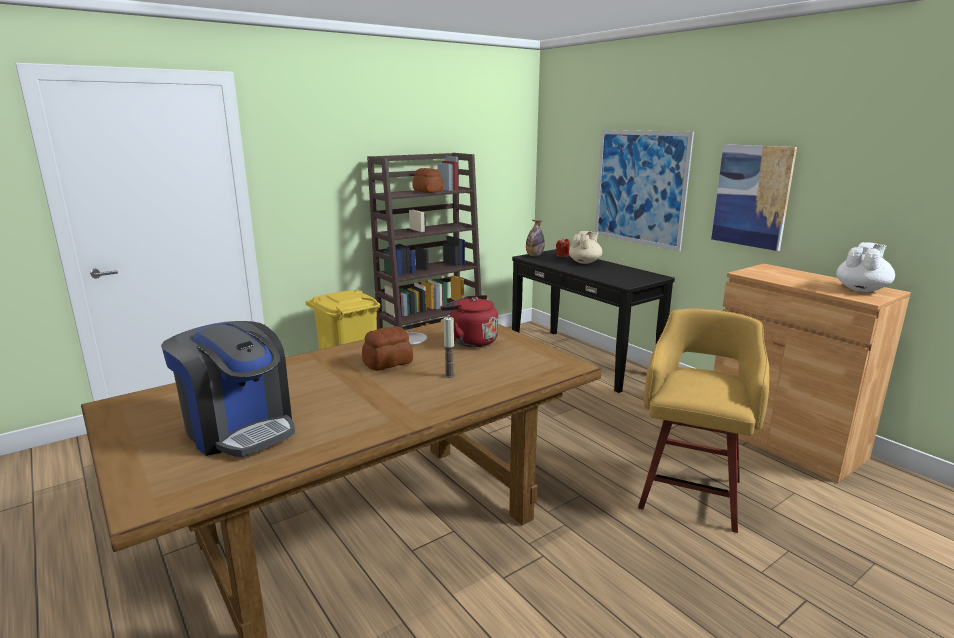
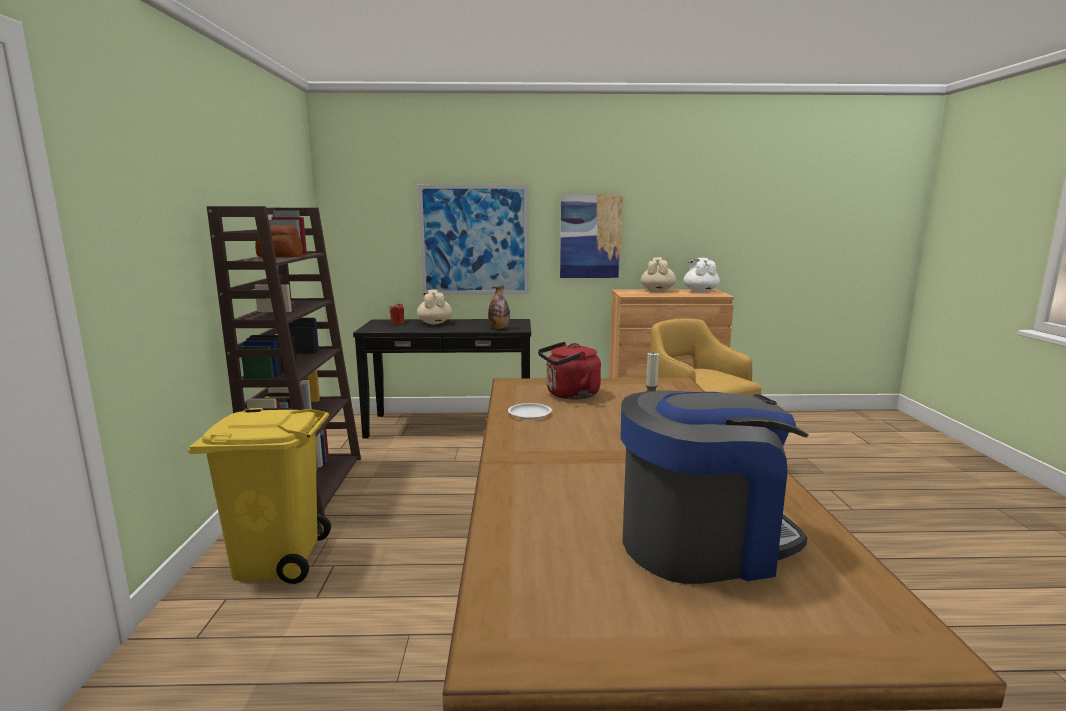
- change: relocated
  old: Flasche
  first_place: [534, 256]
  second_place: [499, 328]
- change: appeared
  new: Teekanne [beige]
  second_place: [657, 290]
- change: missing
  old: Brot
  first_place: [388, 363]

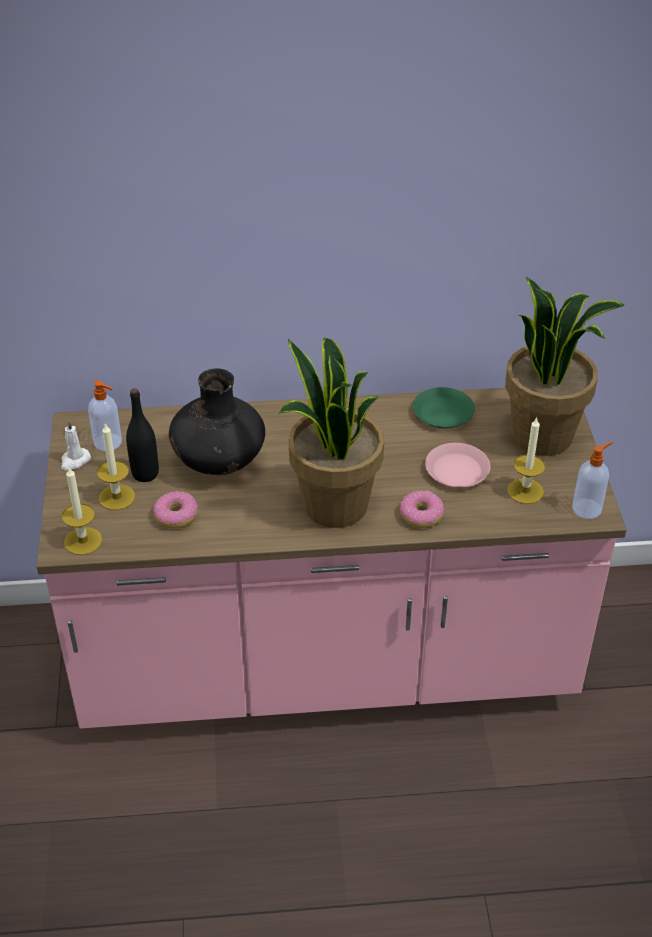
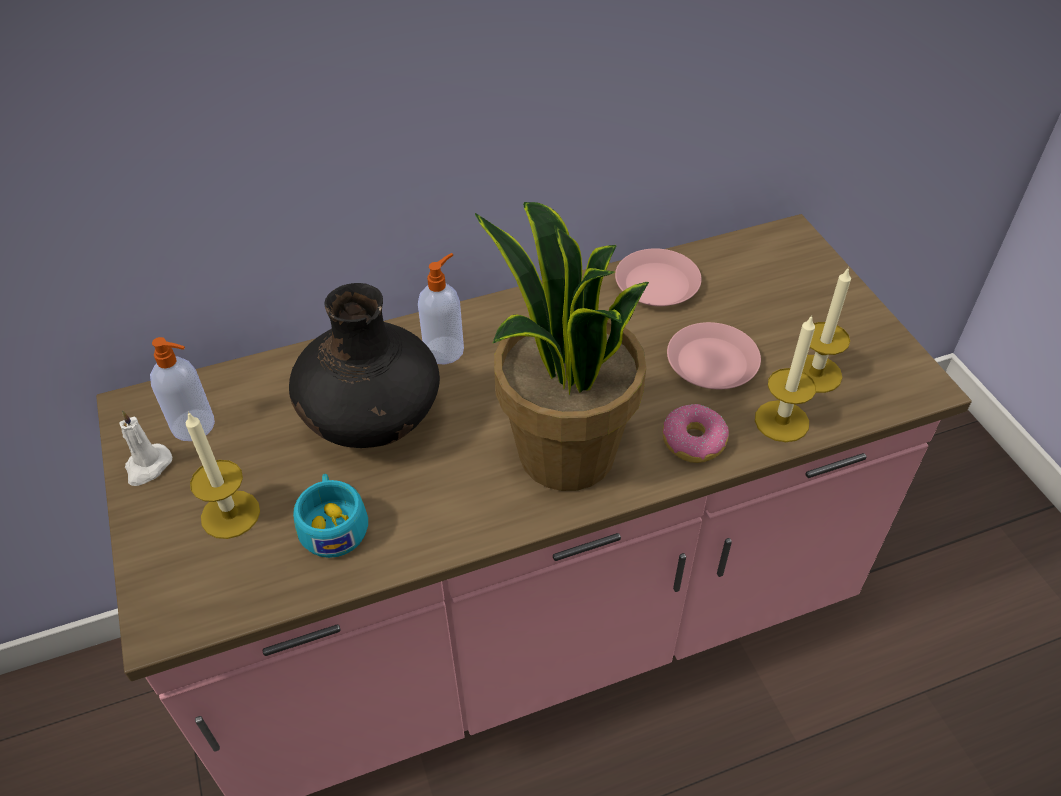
- change: exchanged
  old: Donut
  new: Tasse [türkis]
  first_place: [176, 515]
  second_place: [333, 524]
- change: relocated
  old: Seifenspender
  first_place: [587, 508]
  second_place: [445, 349]
- change: colour
  old: Teller [grün]
  new: Teller [rosa]
  first_place: [443, 413]
  second_place: [657, 285]
- change: relocated
  old: Kerze
  first_place: [83, 541]
  second_place: [781, 421]
- change: missing
  old: Flasche [schwarz]
  first_place: [145, 474]
- change: missing
  old: Topfpflanze
  first_place: [543, 435]

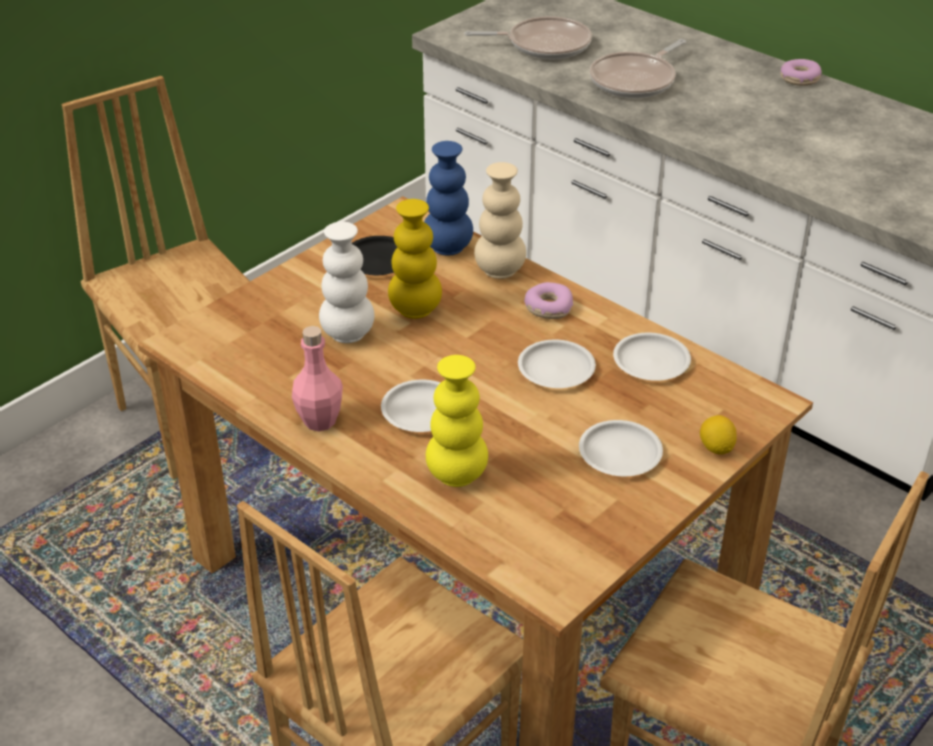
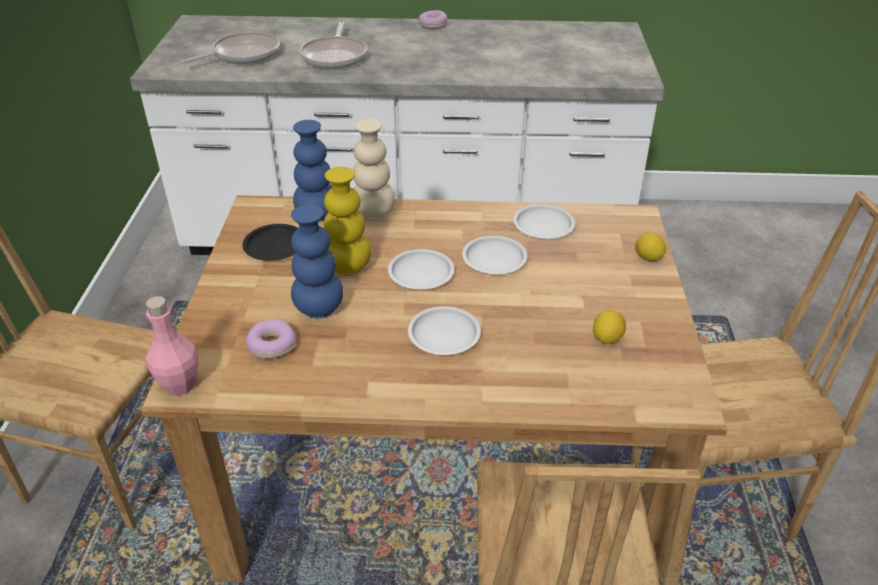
- change: relocated
  old: Flasche [rosa]
  first_place: [320, 421]
  second_place: [179, 385]
- change: relocated
  old: Donut
  first_place: [548, 307]
  second_place: [271, 346]
- change: colour
  old: Vase [weiß]
  new: Vase [blau]
  first_place: [348, 334]
  second_place: [319, 309]
- change: relocated
  old: Teller [weiß]
  first_place: [620, 453]
  second_place: [420, 273]
- change: appeared
  new: Zitrone
  second_place: [607, 338]
- change: missing
  old: Vase [gelb]
  first_place: [457, 475]

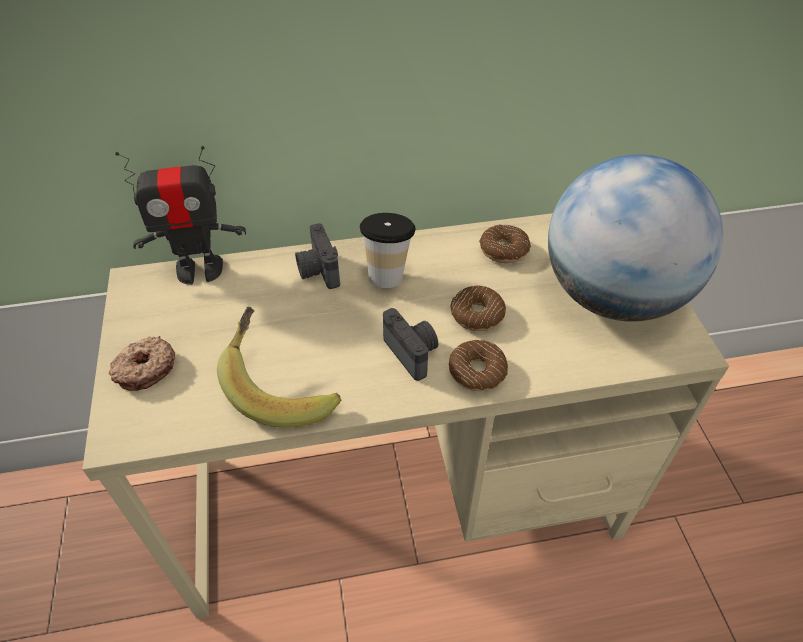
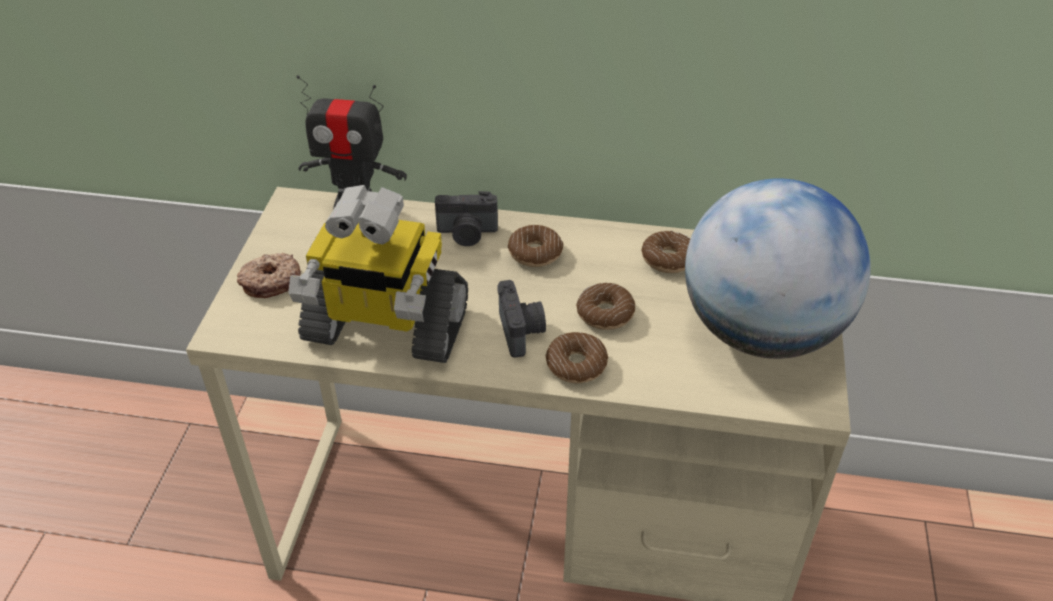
- change: exchanged
  old: Banane
  new: Spielzeugroboter
  first_place: [282, 385]
  second_place: [384, 327]
- change: spun
  old: Kamera
  first_place: [317, 271]
  second_place: [467, 234]
  degrees: -90
- change: exchanged
  old: Tasse
  new: Donut
  first_place: [388, 273]
  second_place: [535, 253]

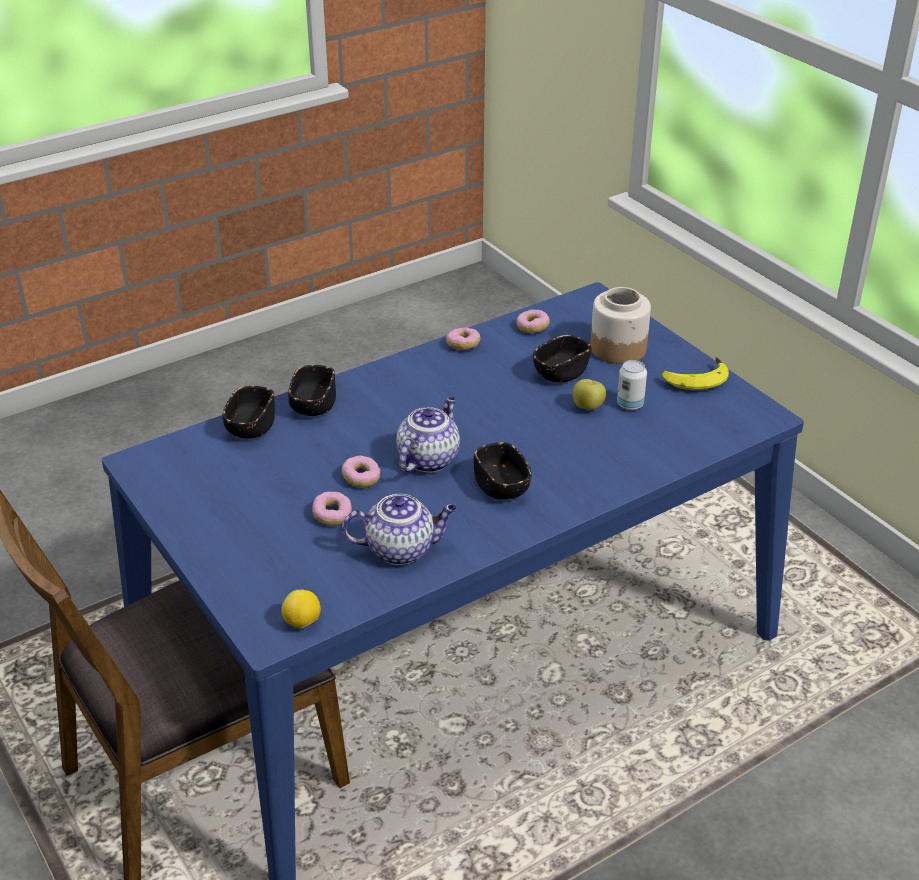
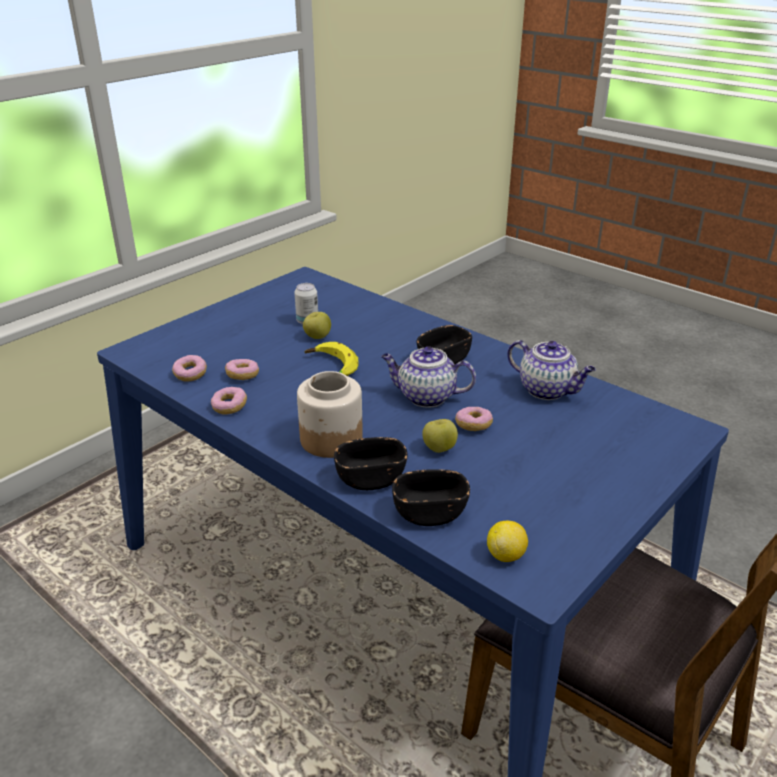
- change: relocated
  old: Donut
  first_place: [332, 516]
  second_place: [242, 376]
- change: relocated
  old: Vorratsglas
  first_place: [618, 348]
  second_place: [330, 439]
- change: relocated
  old: Banane
  first_place: [694, 379]
  second_place: [331, 367]
- change: appeared
  new: Apfel
  second_place: [439, 449]
- change: relocated
  old: Zitrone
  first_place: [302, 623]
  second_place: [506, 555]
- change: spun
  old: Teekanne
  first_place: [401, 549]
  second_place: [548, 390]
  degrees: 150
- change: missing
  old: Schüssel [schwarz]
  first_place: [560, 373]

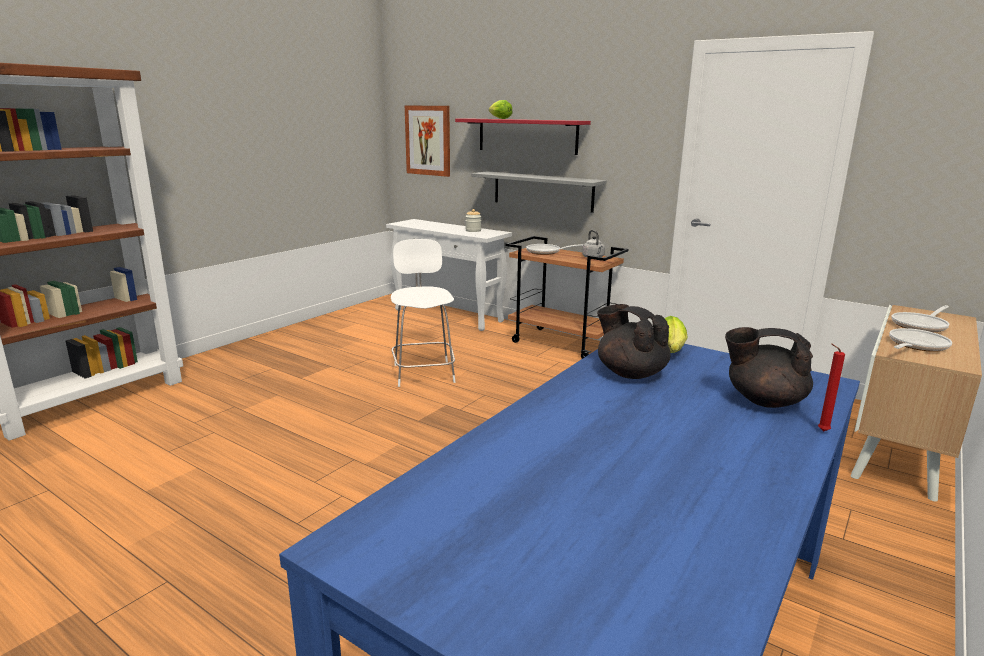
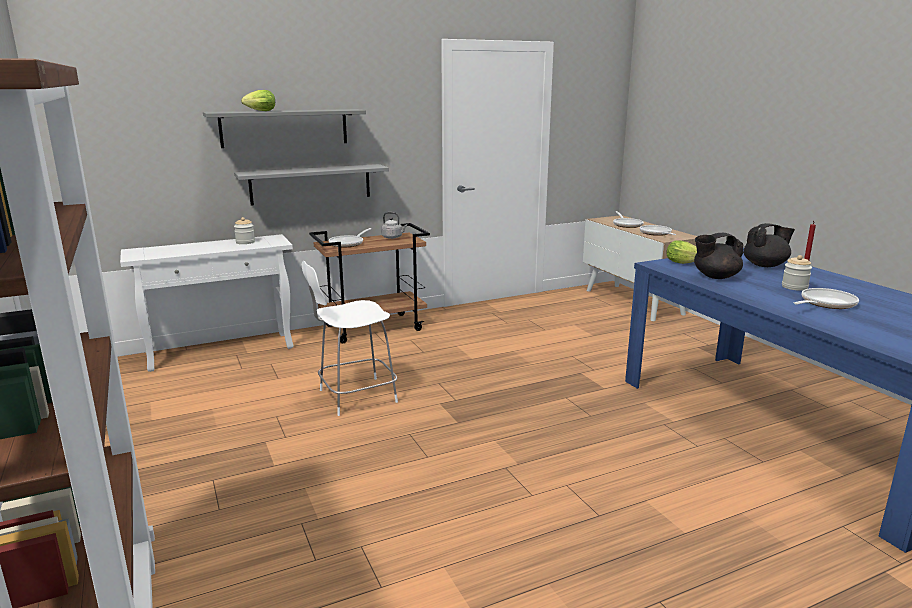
- change: colour
  old: Wandregal [rot]
  new: Wandregal [grau]
  first_place: [527, 136]
  second_place: [284, 128]
- change: spun
  old: Stuhl [weiß]
  first_place: [423, 372]
  second_place: [354, 397]
  degrees: -45
- change: spun
  old: Teekanne [schwarz]
  first_place: [763, 401]
  second_place: [765, 265]
  degrees: -150
- change: appeared
  new: Vorratsglas
  second_place: [794, 287]
- change: appeared
  new: Pfanne
  second_place: [825, 304]
- change: missing
  old: Bild
  first_place: [428, 140]

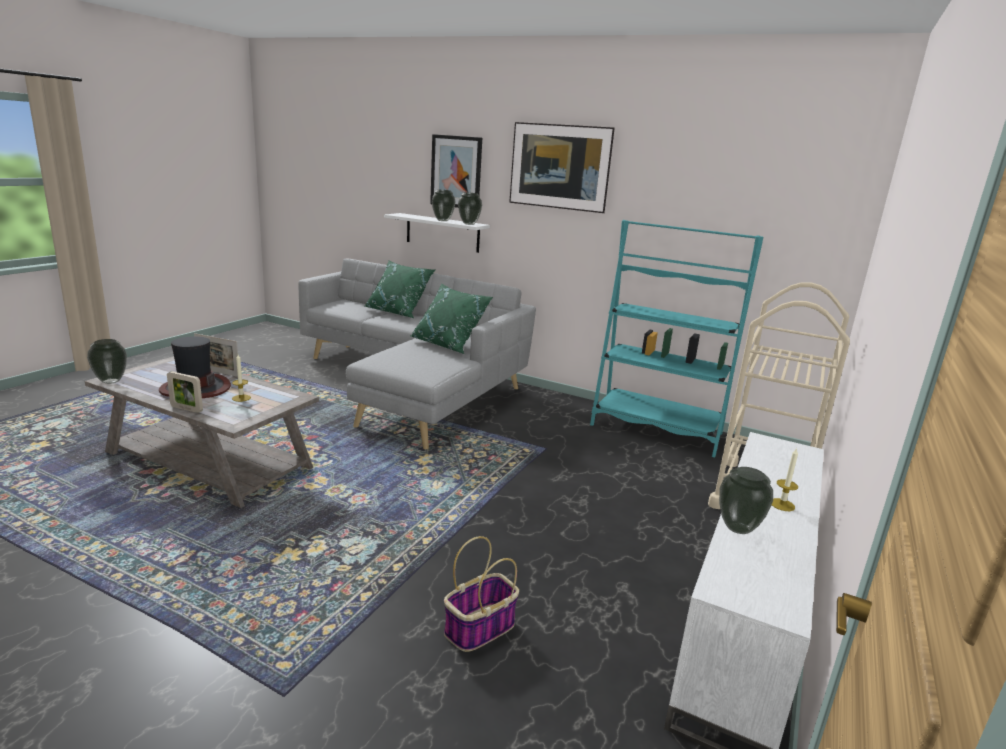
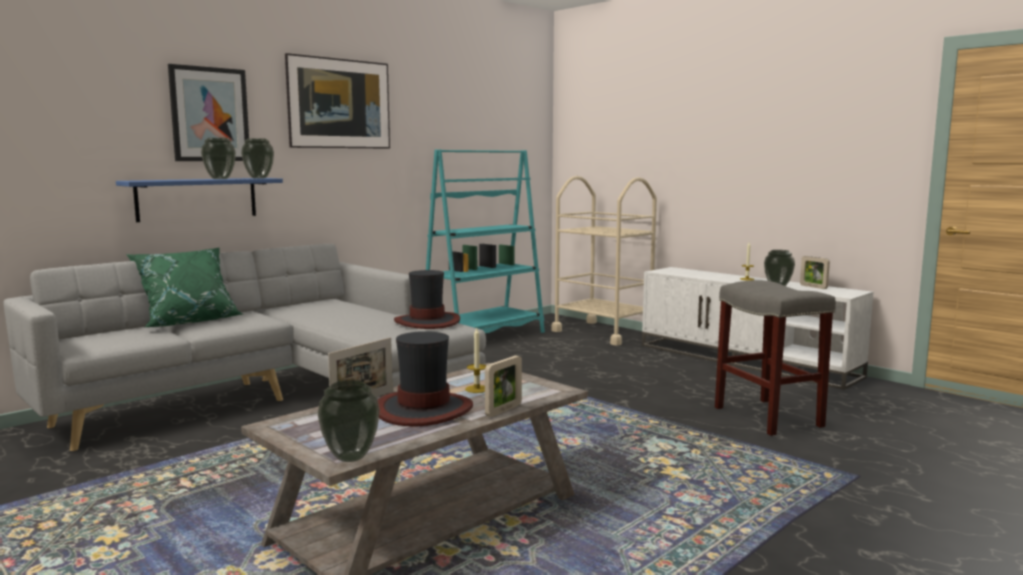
- change: colour
  old: Wandregal [weiß]
  new: Wandregal [blau]
  first_place: [442, 233]
  second_place: [197, 199]
- change: appeared
  new: Hut
  second_place: [427, 322]
- change: exchanged
  old: Korb
  new: Hocker [grau]
  first_place: [479, 629]
  second_place: [769, 417]
- change: appeared
  new: Bilderrahmen
  second_place: [813, 287]
- change: missing
  old: Kissen [grün]
  first_place: [449, 345]

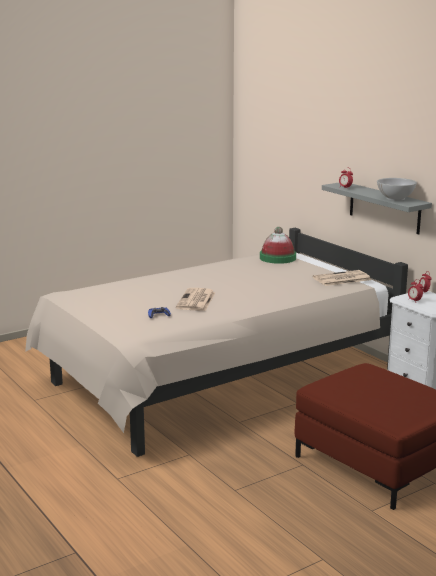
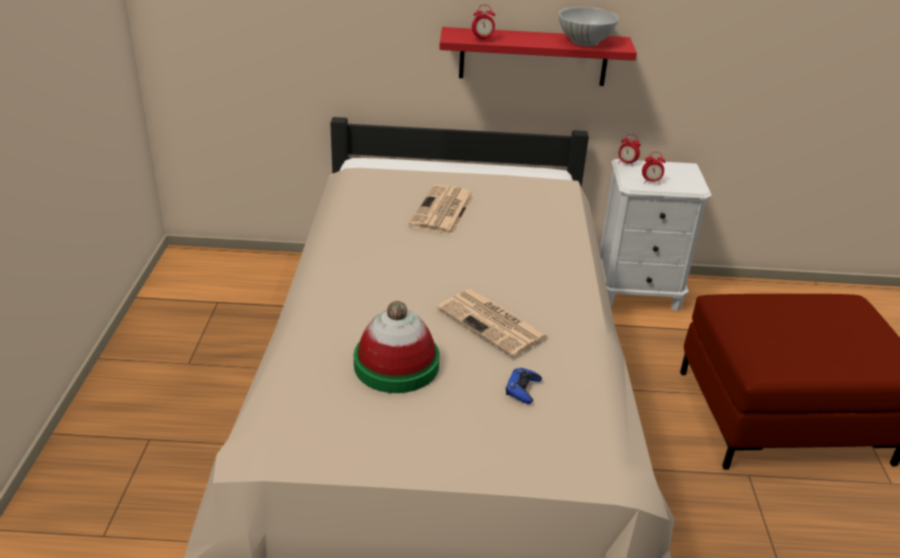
- change: relocated
  old: Hut
  first_place: [277, 258]
  second_place: [396, 364]
- change: relocated
  old: Zeitung
  first_place: [341, 279]
  second_place: [443, 211]
- change: colour
  old: Wandregal [grau]
  new: Wandregal [rot]
  first_place: [384, 208]
  second_place: [533, 57]

